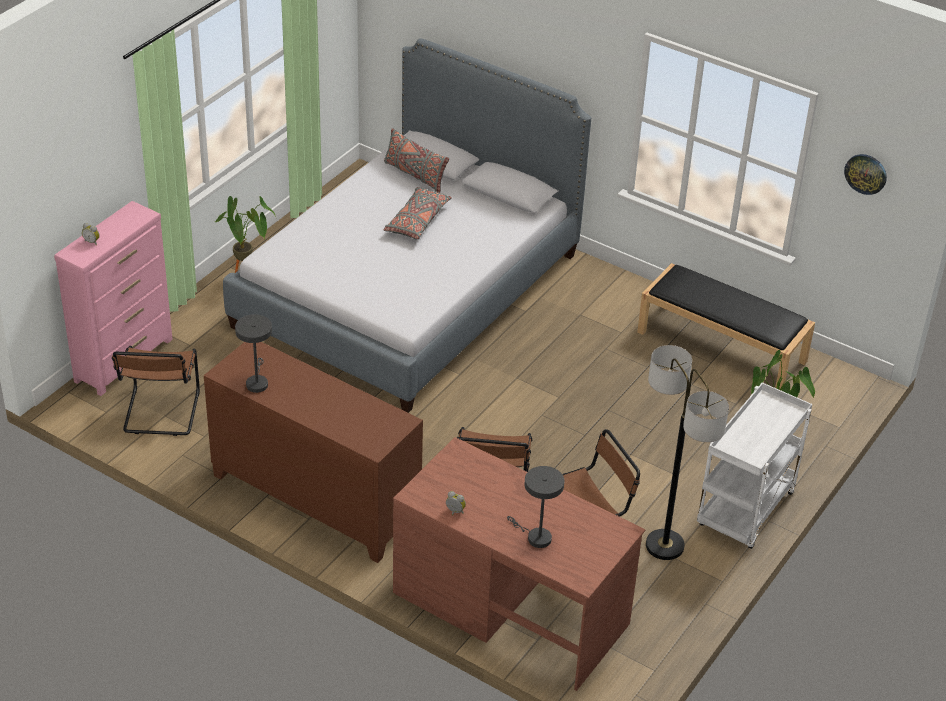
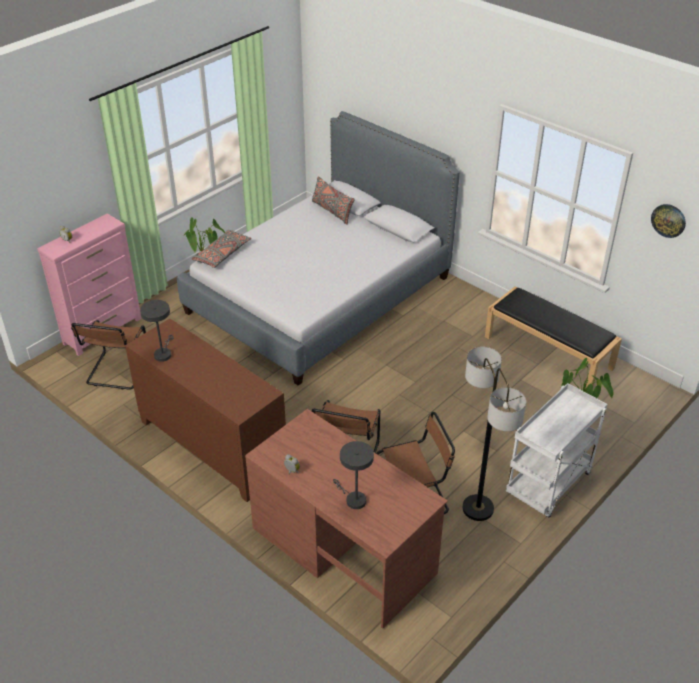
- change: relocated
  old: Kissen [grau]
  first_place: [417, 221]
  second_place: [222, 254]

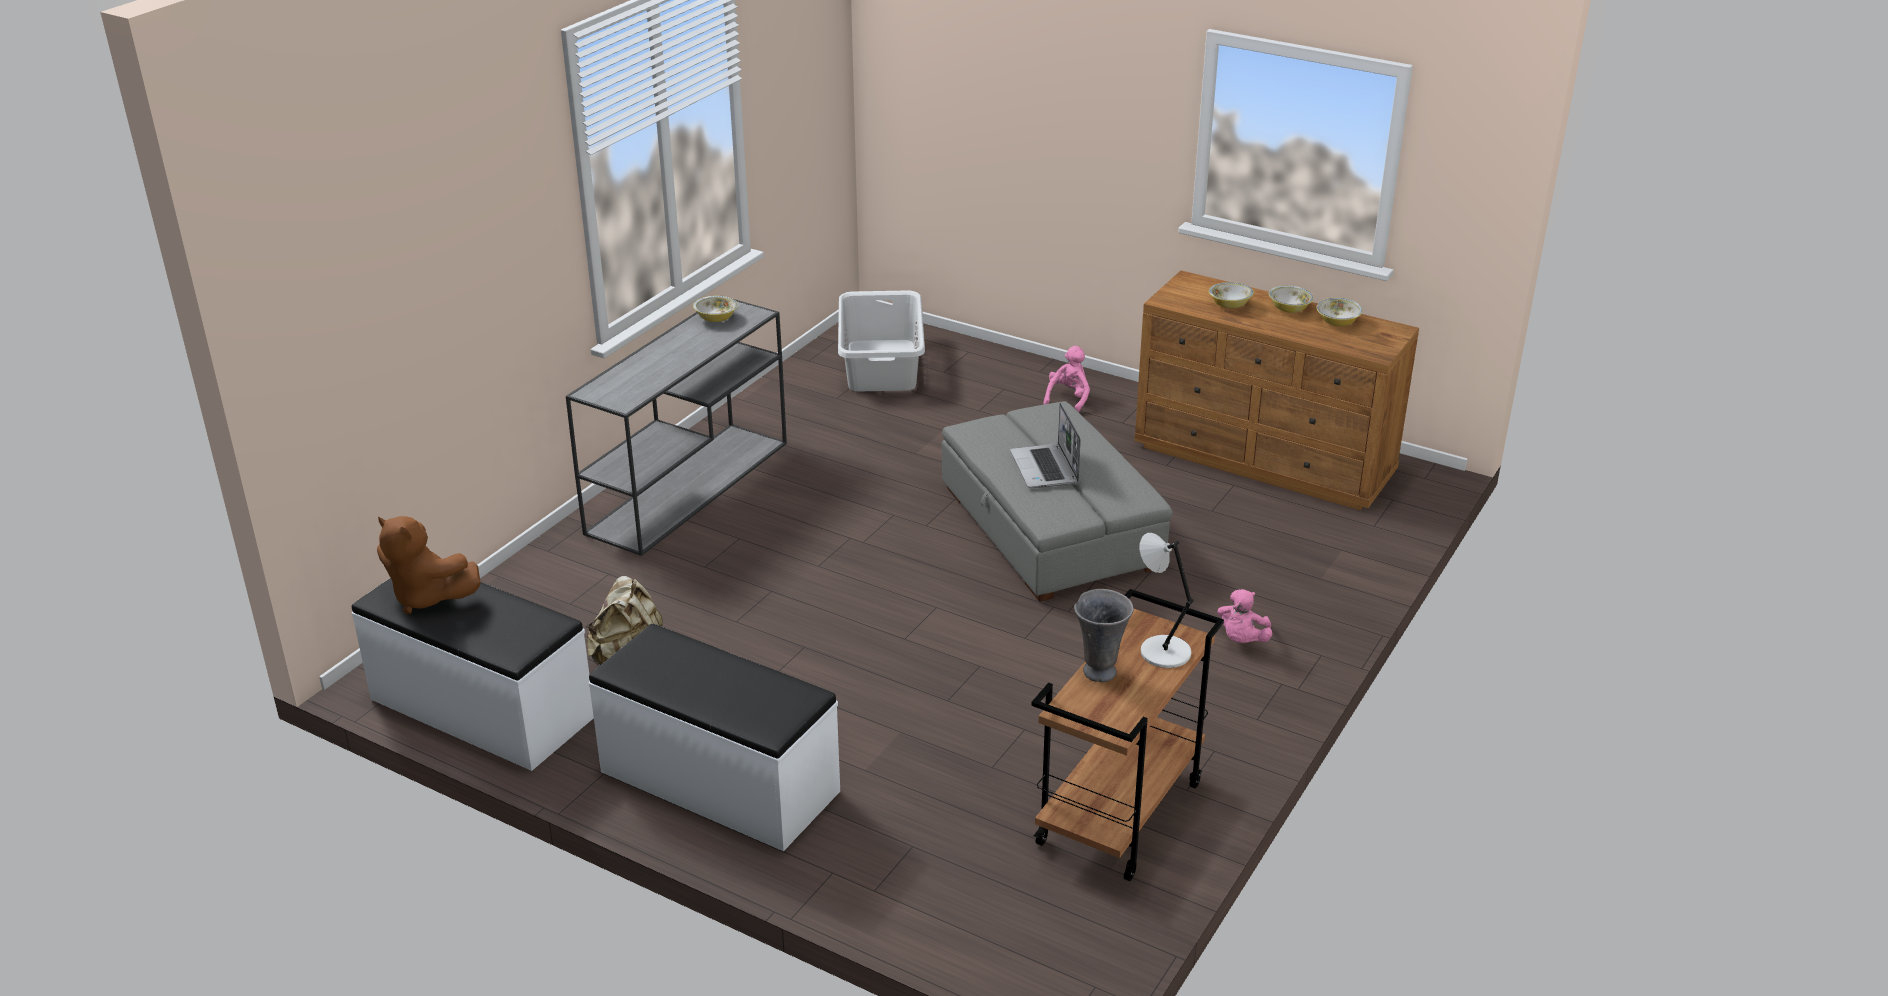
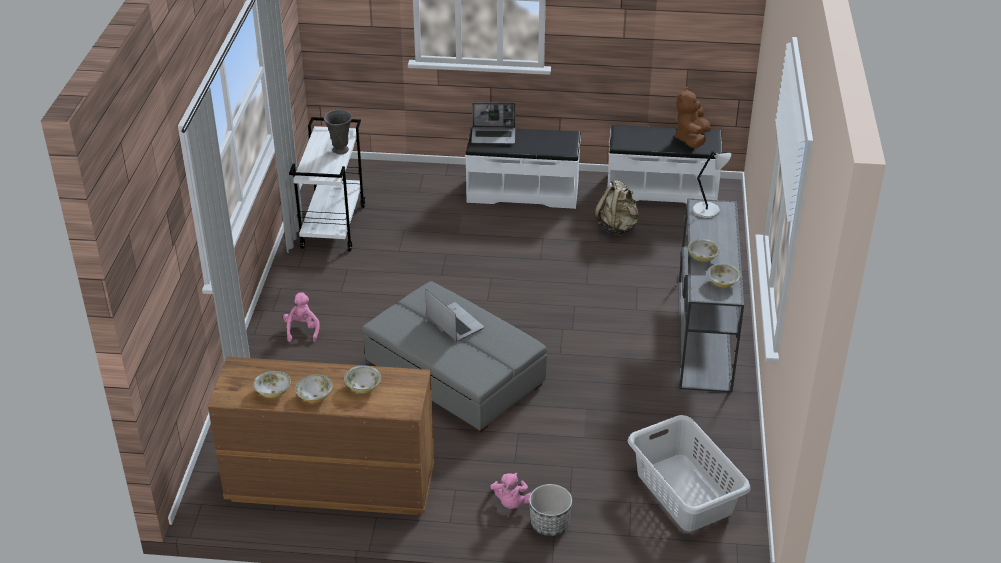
- change: colour
  old: Rollwagen [braun]
  new: Rollwagen [weiß]
  first_place: [1120, 816]
  second_place: [333, 226]
- change: appeared
  new: Laptop
  second_place: [494, 136]
- change: appeared
  new: Pflanzkübel
  second_place: [549, 524]
- change: spun
  old: Plüschtier [braun]
  first_place: [427, 597]
  second_place: [691, 139]
  degrees: -75
- change: appeared
  new: Schüssel
  second_place: [702, 257]
- change: relocated
  old: Tischlampe [grau]
  first_place: [1162, 651]
  second_place: [708, 210]

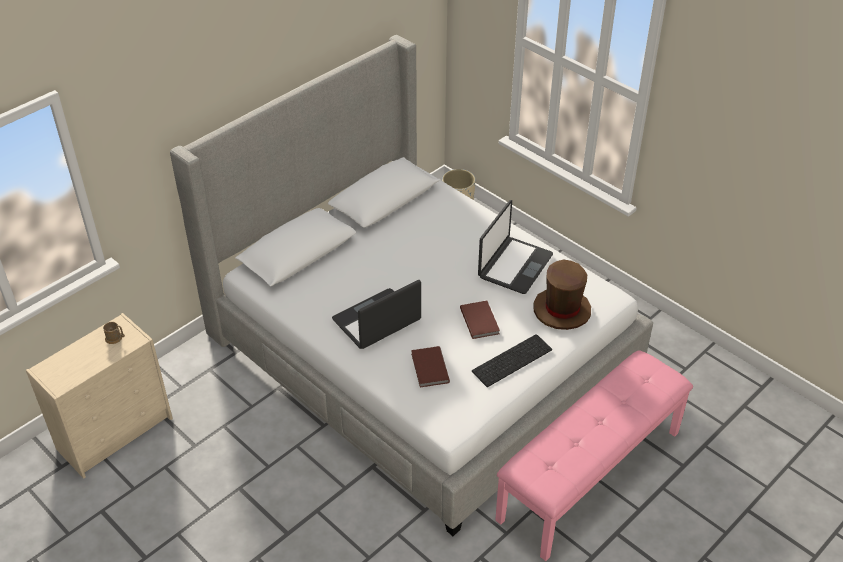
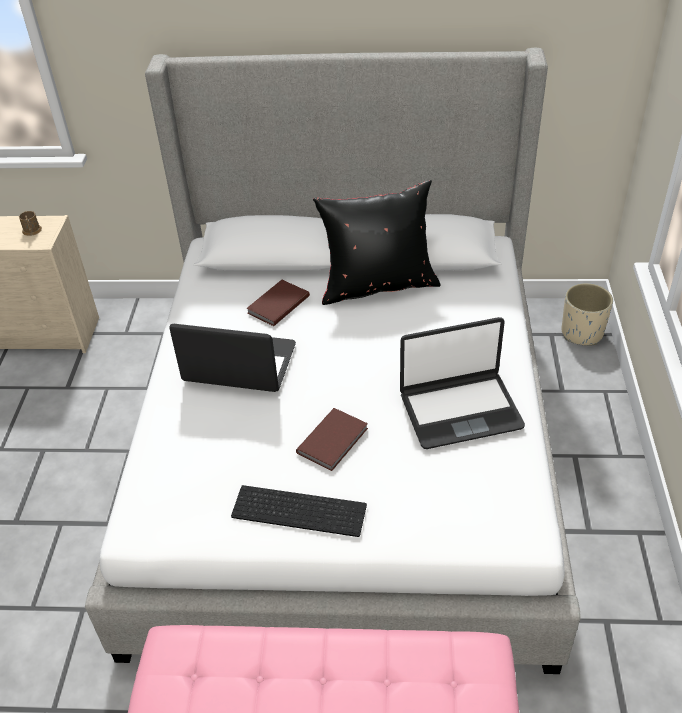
- change: relocated
  old: Buch [braun]
  first_place: [429, 368]
  second_place: [276, 304]
- change: appeared
  new: Kissen [schwarz]
  second_place: [377, 285]
- change: missing
  old: Hut [braun]
  first_place: [561, 310]

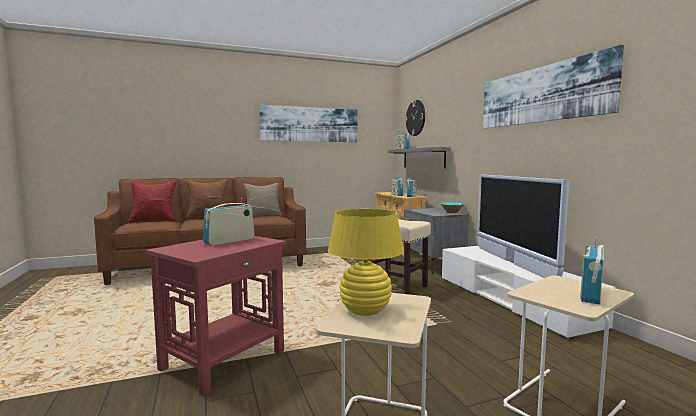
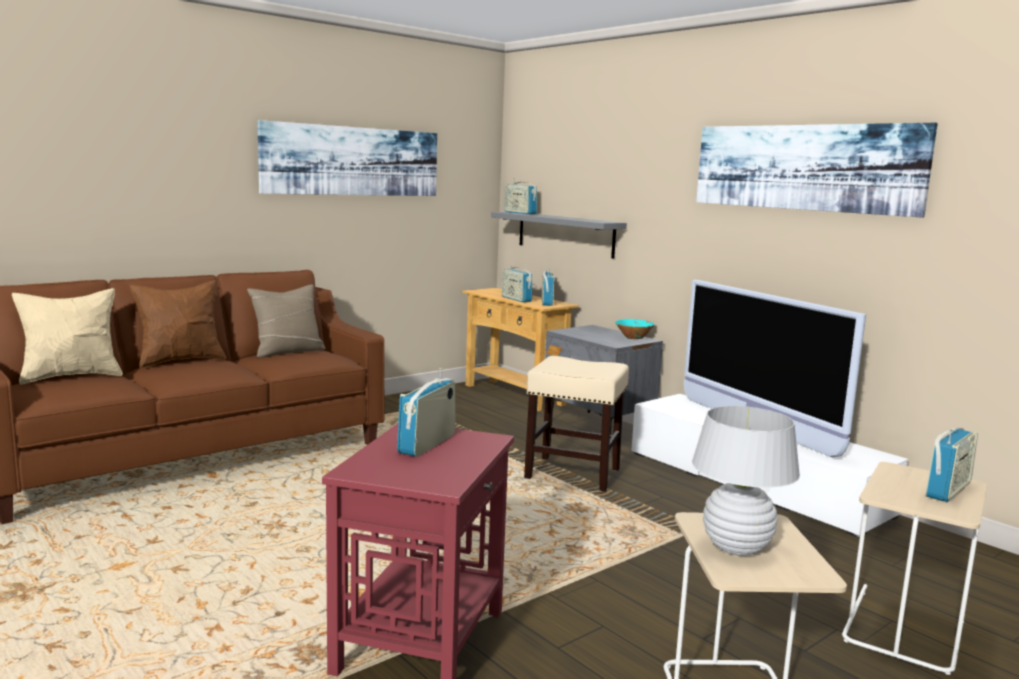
- change: colour
  old: Kissen [rot]
  new: Kissen [beige]
  first_place: [154, 221]
  second_place: [71, 376]
- change: colour
  old: Tischlampe [gelb]
  new: Tischlampe [weiß]
  first_place: [365, 310]
  second_place: [737, 547]
- change: spun
  old: Radio
  first_place: [591, 294]
  second_place: [948, 490]
  degrees: -150
- change: missing
  old: Wanduhr
  first_place: [415, 118]

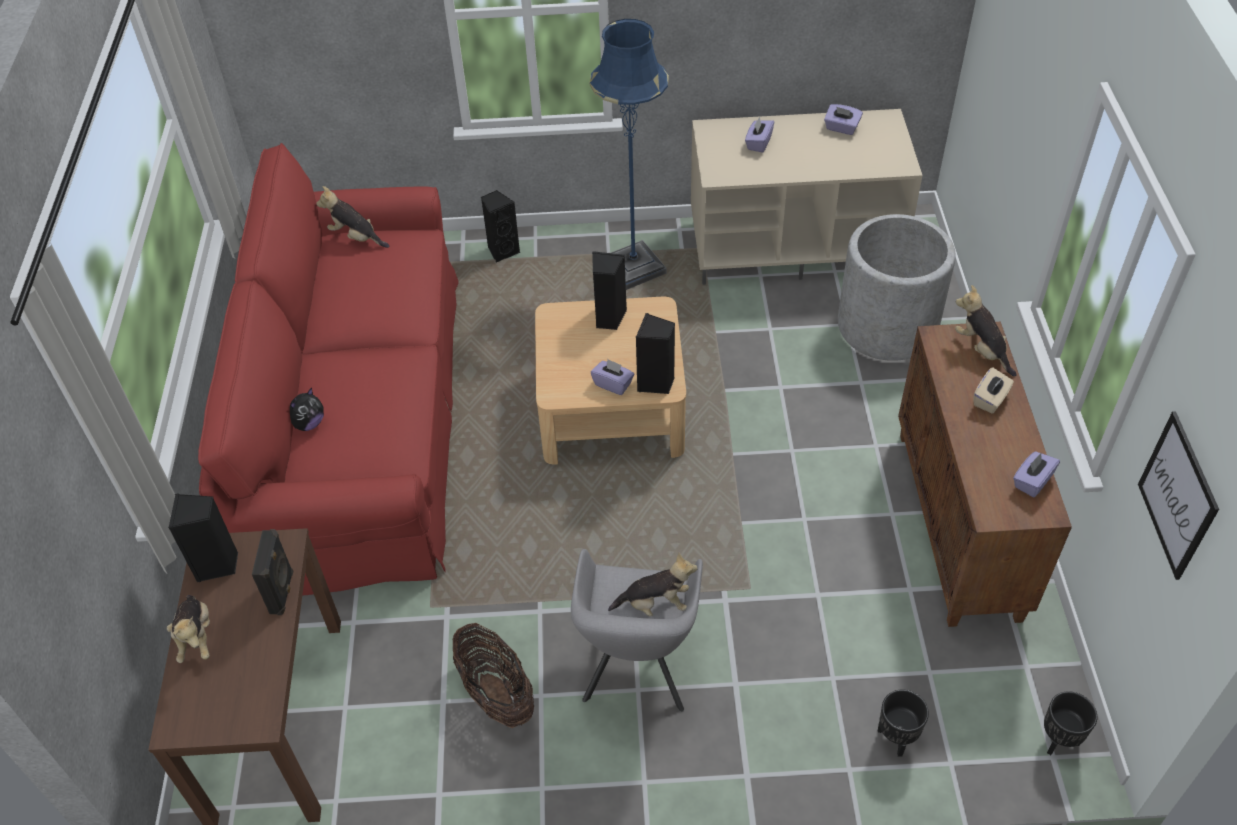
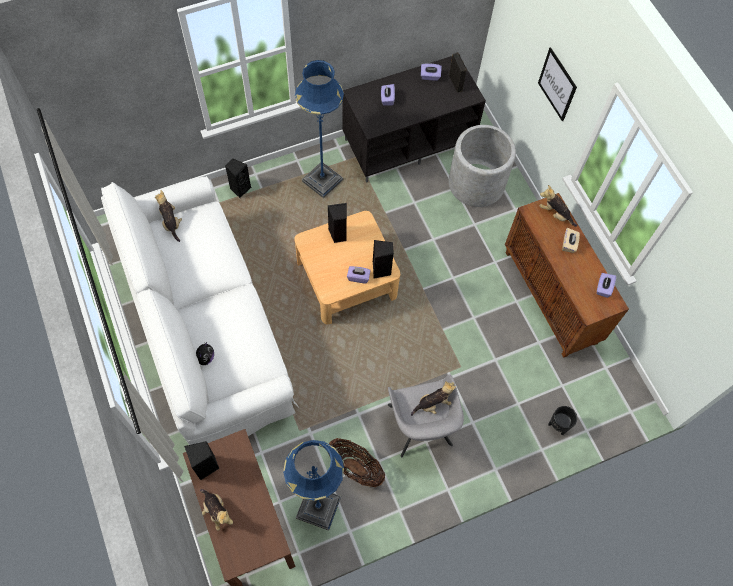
- change: colour
  old: Sofa [rot]
  new: Sofa [weiß]
  first_place: [362, 419]
  second_place: [208, 327]
- change: spun
  old: Plüschtier
  first_place: [356, 237]
  second_place: [171, 222]
  degrees: 60
- change: appeared
  new: Stehlampe [blau]
  second_place: [318, 507]
- change: colour
  old: Fernsehschrank [beige]
  new: Fernsehschrank [schwarz]
  first_place: [795, 246]
  second_place: [408, 142]
- change: relocated
  old: Lautsprecher [schwarz]
  first_place: [283, 592]
  second_place: [456, 83]
- change: relocated
  old: Bild
  first_place: [1177, 495]
  second_place: [557, 84]
- change: missing
  old: Pflanzkübel [schwarz]
  first_place: [1059, 740]

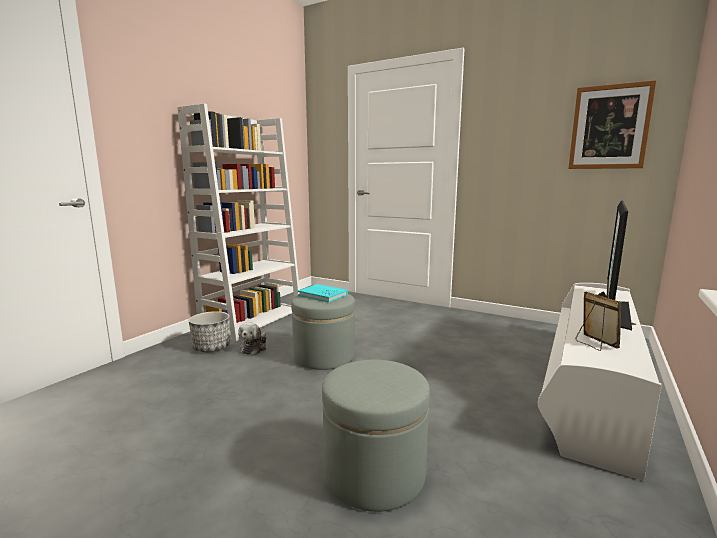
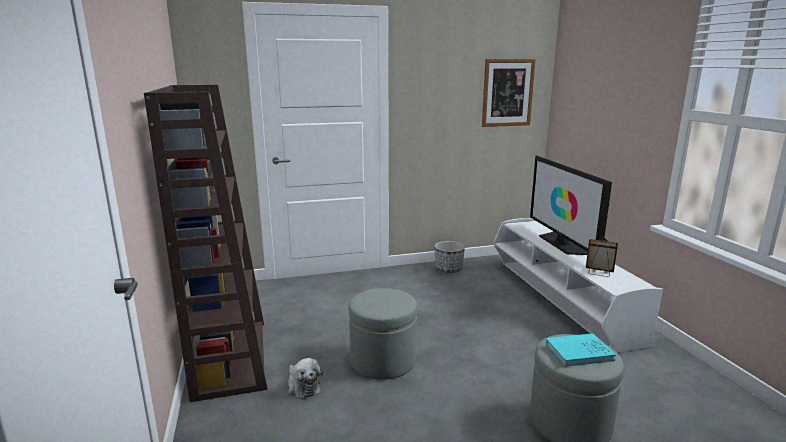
- change: colour
  old: Bücherregal [weiß]
  new: Bücherregal [braun]
  first_place: [253, 319]
  second_place: [230, 357]
- change: relocated
  old: Pflanzkübel
  first_place: [212, 347]
  second_place: [448, 269]
- change: relocated
  old: Buch [türkis]
  first_place: [322, 295]
  second_place: [579, 352]

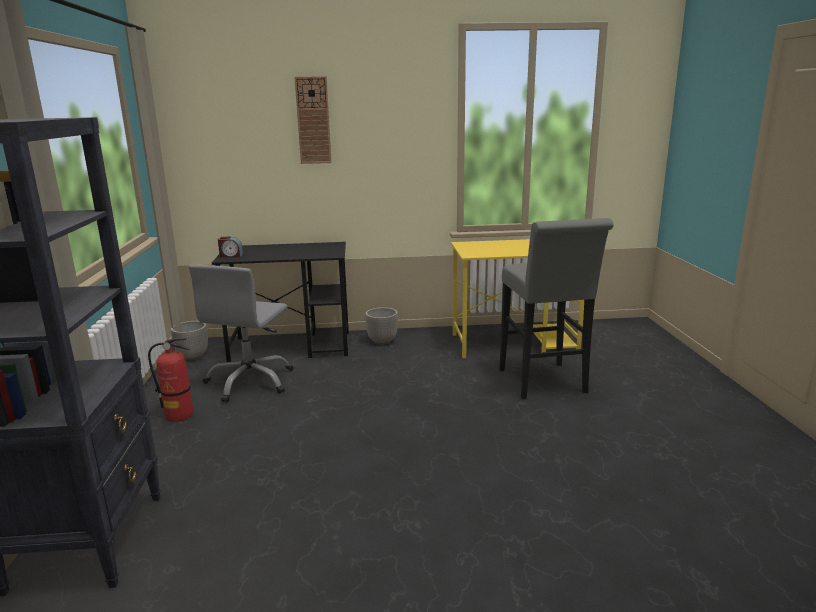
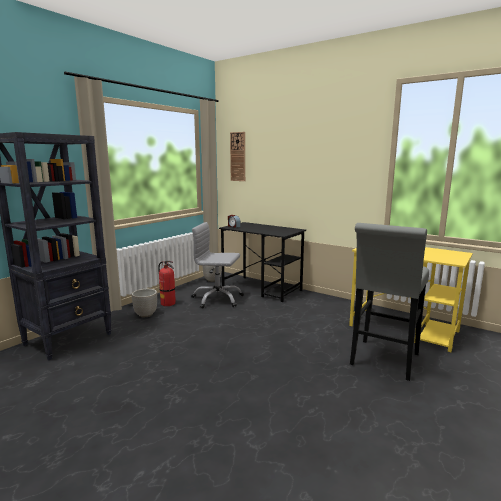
- change: relocated
  old: Pflanzkübel
  first_place: [382, 341]
  second_place: [145, 314]
- change: spun
  old: Bürostuhl [grau]
  first_place: [250, 381]
  second_place: [217, 299]
  degrees: 45
- change: relocated
  old: Wanduhr
  first_place: [313, 120]
  second_place: [238, 156]

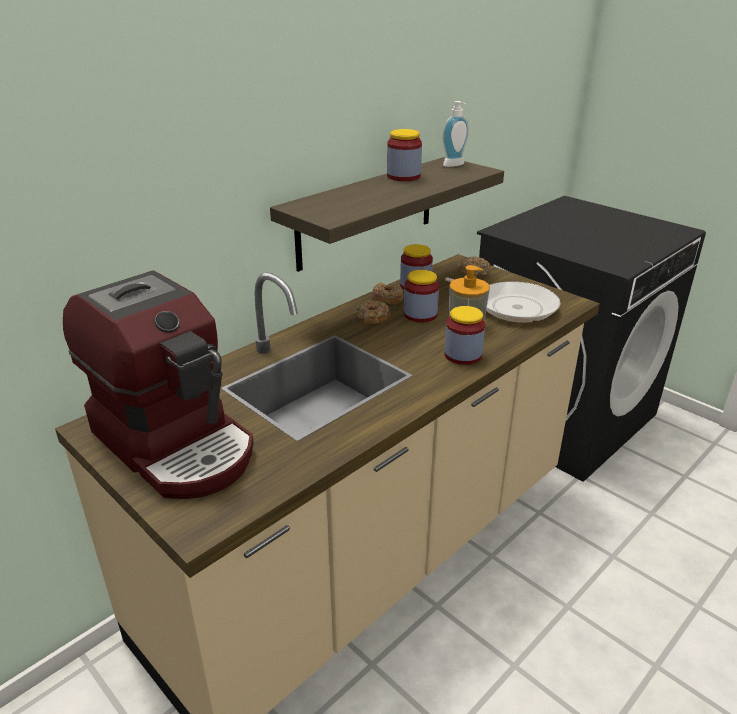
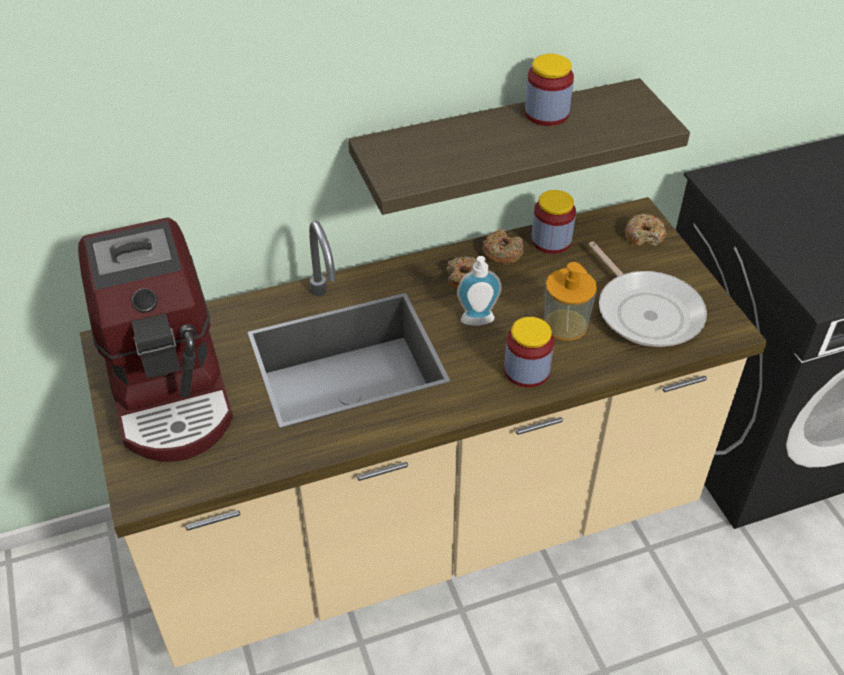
- change: relocated
  old: Seifenspender
  first_place: [455, 165]
  second_place: [478, 322]
- change: missing
  old: Vorratsglas
  first_place: [420, 314]

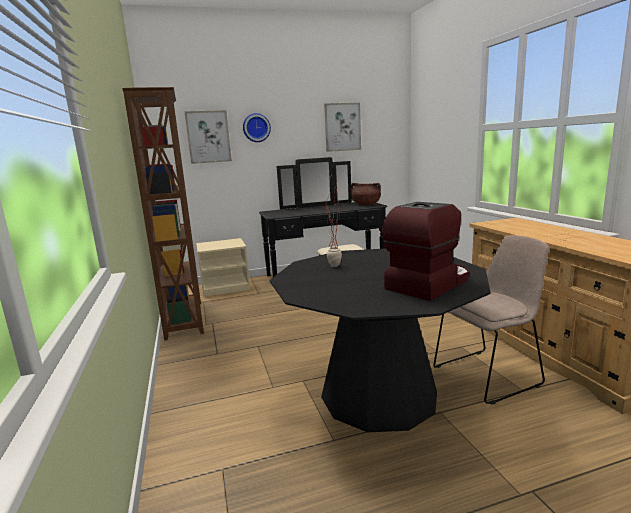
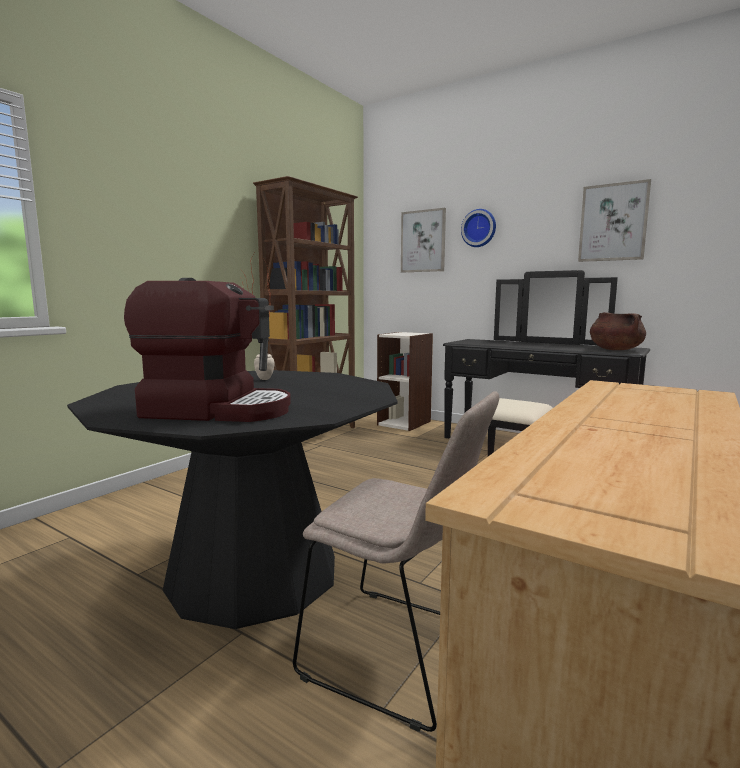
- change: exchanged
  old: Nachttisch [beige]
  new: Bücherregal
  first_place: [226, 287]
  second_place: [404, 423]

